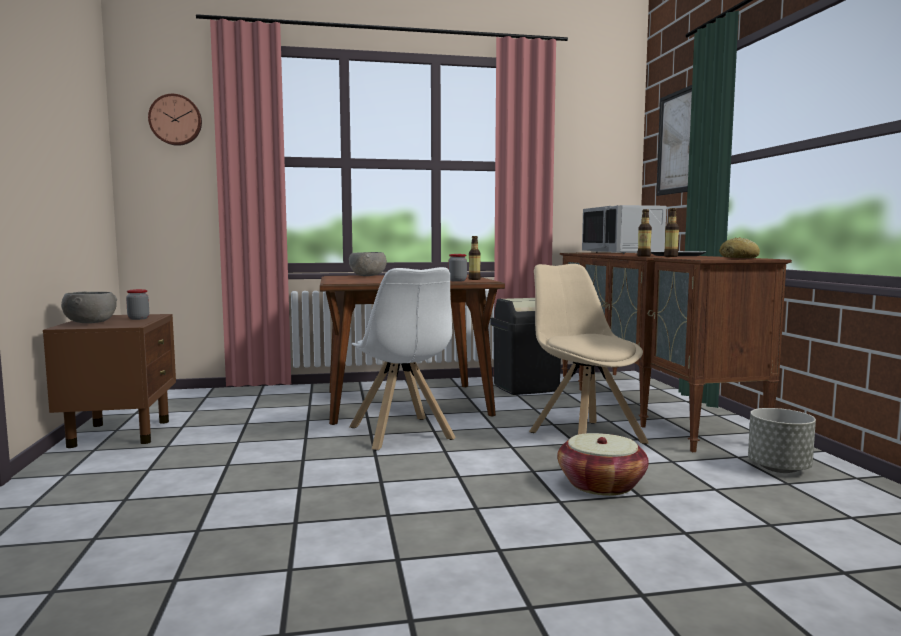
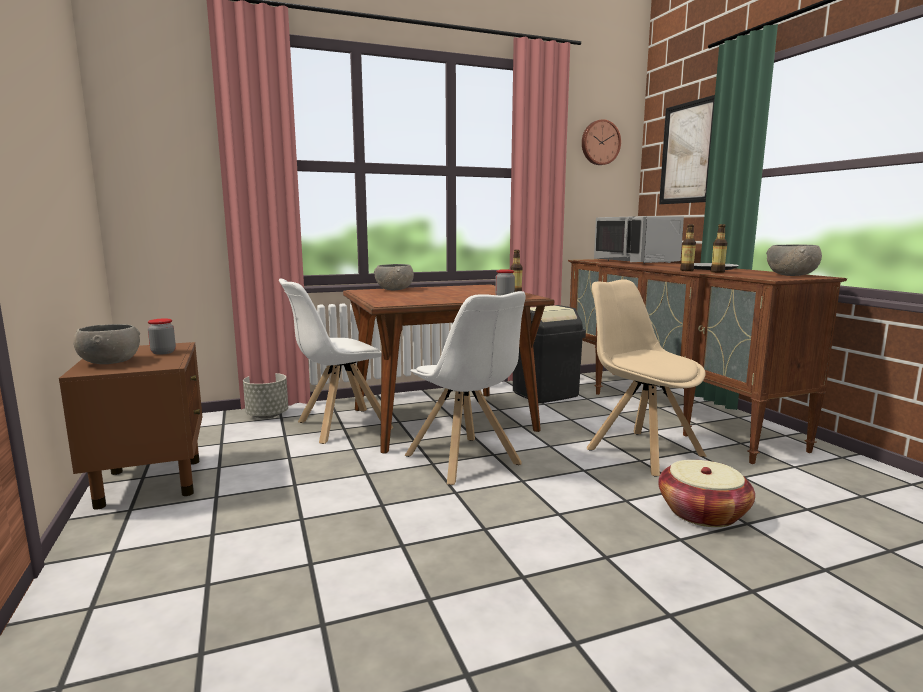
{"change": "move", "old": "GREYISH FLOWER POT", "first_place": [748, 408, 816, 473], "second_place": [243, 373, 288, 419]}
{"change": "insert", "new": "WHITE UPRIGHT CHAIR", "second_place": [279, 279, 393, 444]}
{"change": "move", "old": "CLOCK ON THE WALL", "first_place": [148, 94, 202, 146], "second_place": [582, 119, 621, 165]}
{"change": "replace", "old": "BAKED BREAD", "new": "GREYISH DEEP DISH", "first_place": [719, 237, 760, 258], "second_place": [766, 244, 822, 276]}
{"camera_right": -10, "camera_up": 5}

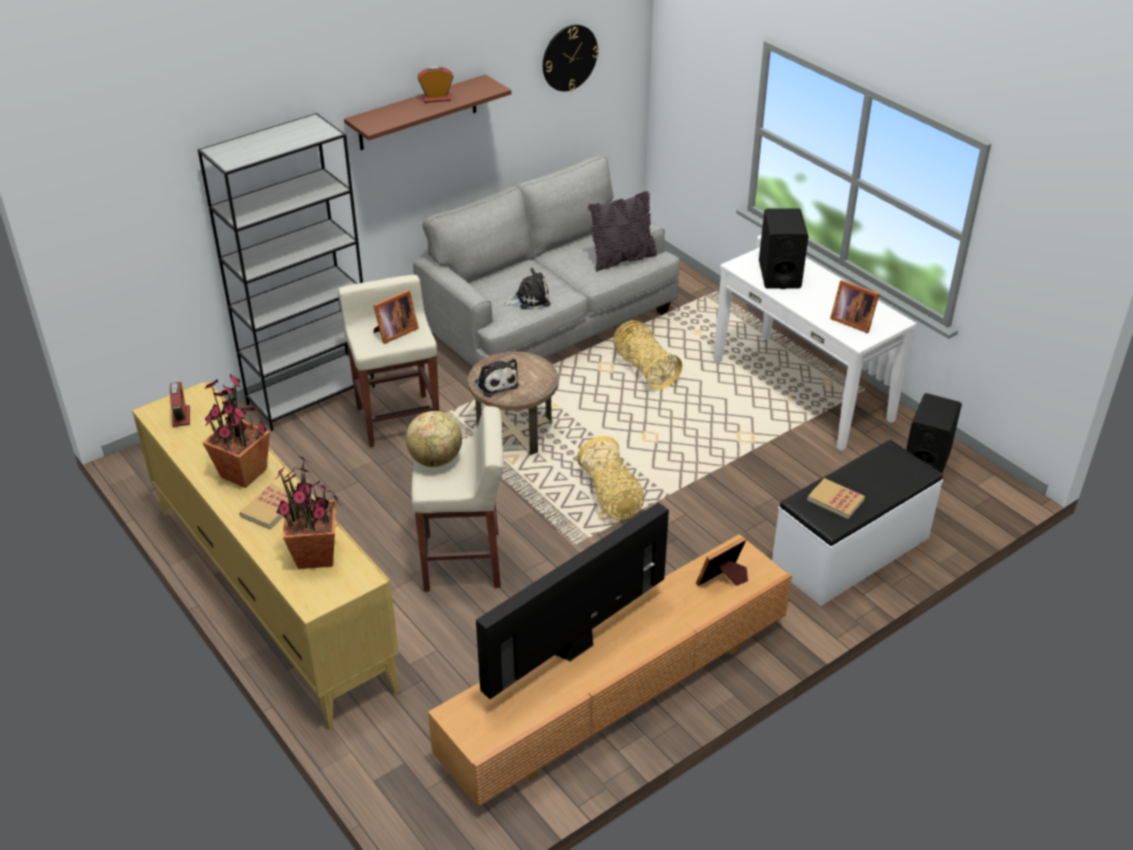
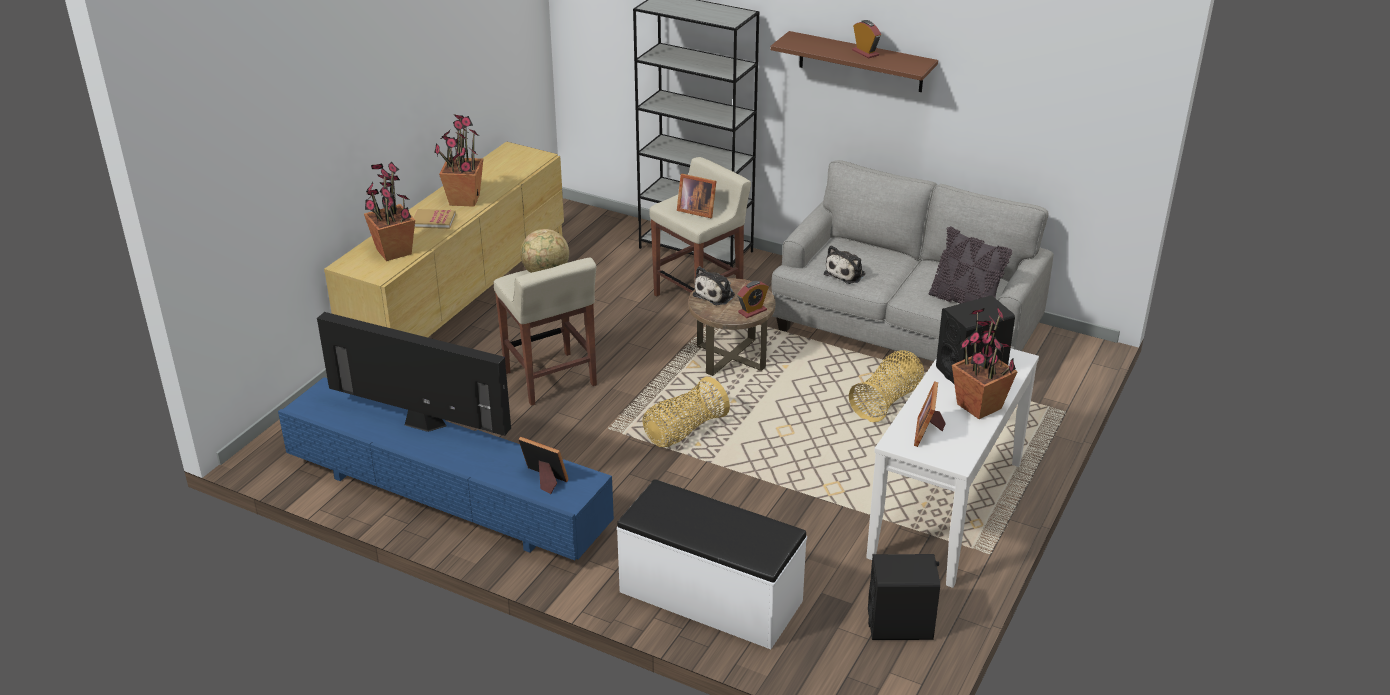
{"change": "recolor", "old": "BROWN-COLOURED TV UNIT", "new": "BLUE TV UNIT", "first_place": [428, 534, 792, 806], "second_place": [278, 377, 614, 560]}
{"change": "move", "old": "TABLE CLOCK", "first_place": [170, 382, 190, 427], "second_place": [737, 281, 769, 318]}
{"change": "rotate", "old": "CUDDLY TOY", "first_place": [504, 268, 551, 309], "second_place": [824, 245, 865, 284], "degrees": 75}
{"change": "insert", "new": "HOUSEPLANT", "second_place": [952, 306, 1018, 419]}
{"change": "delete", "old": "CLOCK ON THE WALL", "first_place": [543, 25, 599, 91]}
{"change": "delete", "old": "BOOK", "first_place": [807, 478, 865, 519]}
{"camera_right": 65, "camera_up": -5}

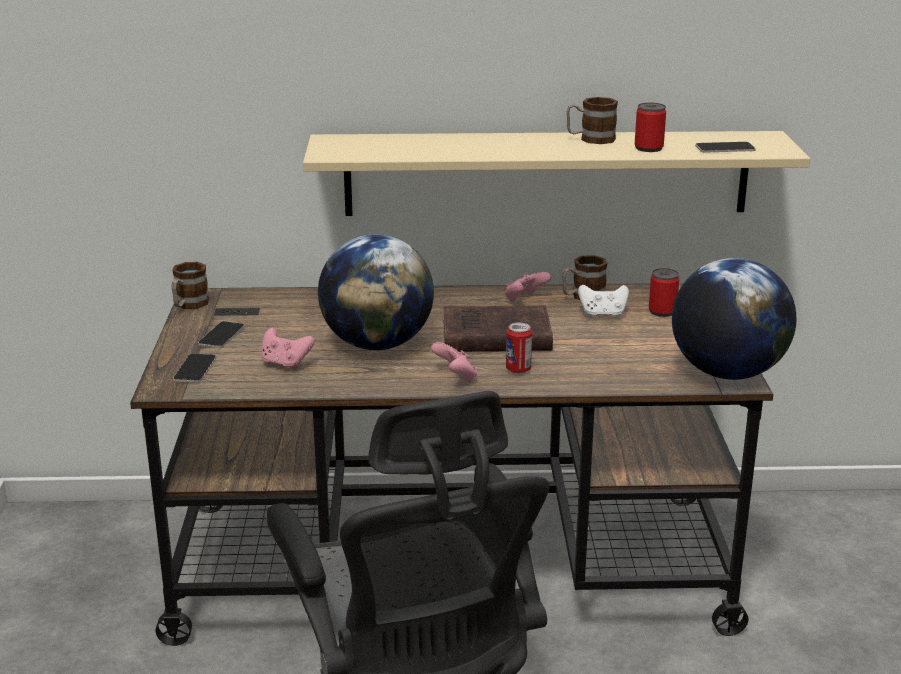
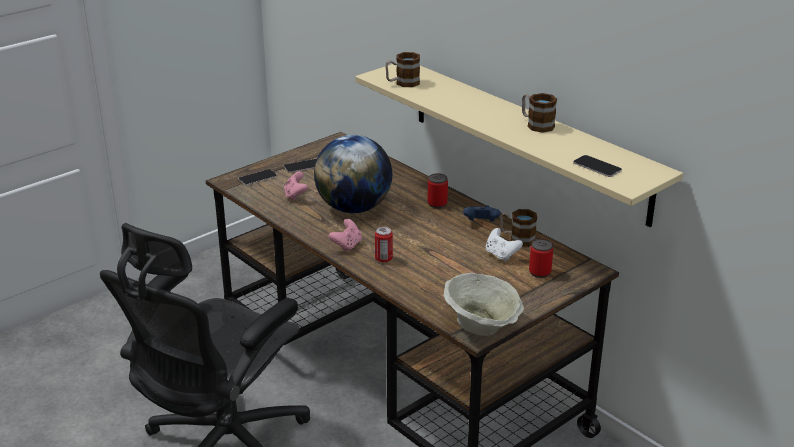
{"change": "move", "old": "TEA MUG", "first_place": [171, 262, 209, 309], "second_place": [385, 52, 420, 87]}
{"change": "move", "old": "METAL CAN", "first_place": [635, 103, 666, 152], "second_place": [428, 173, 448, 208]}
{"change": "replace", "old": "DESK GLOBE", "new": "BEIGE-COLOURED DEEP DISH", "first_place": [672, 258, 796, 380], "second_place": [444, 273, 524, 336]}
{"change": "recolor", "old": "PINKISH JOYPAD", "new": "BLUE JOYPAD", "first_place": [505, 272, 551, 302], "second_place": [463, 205, 501, 222]}
{"change": "delete", "old": "BROWN-COLOURED BOOK", "first_place": [444, 306, 553, 352]}
{"camera_right": 50, "camera_up": 5}

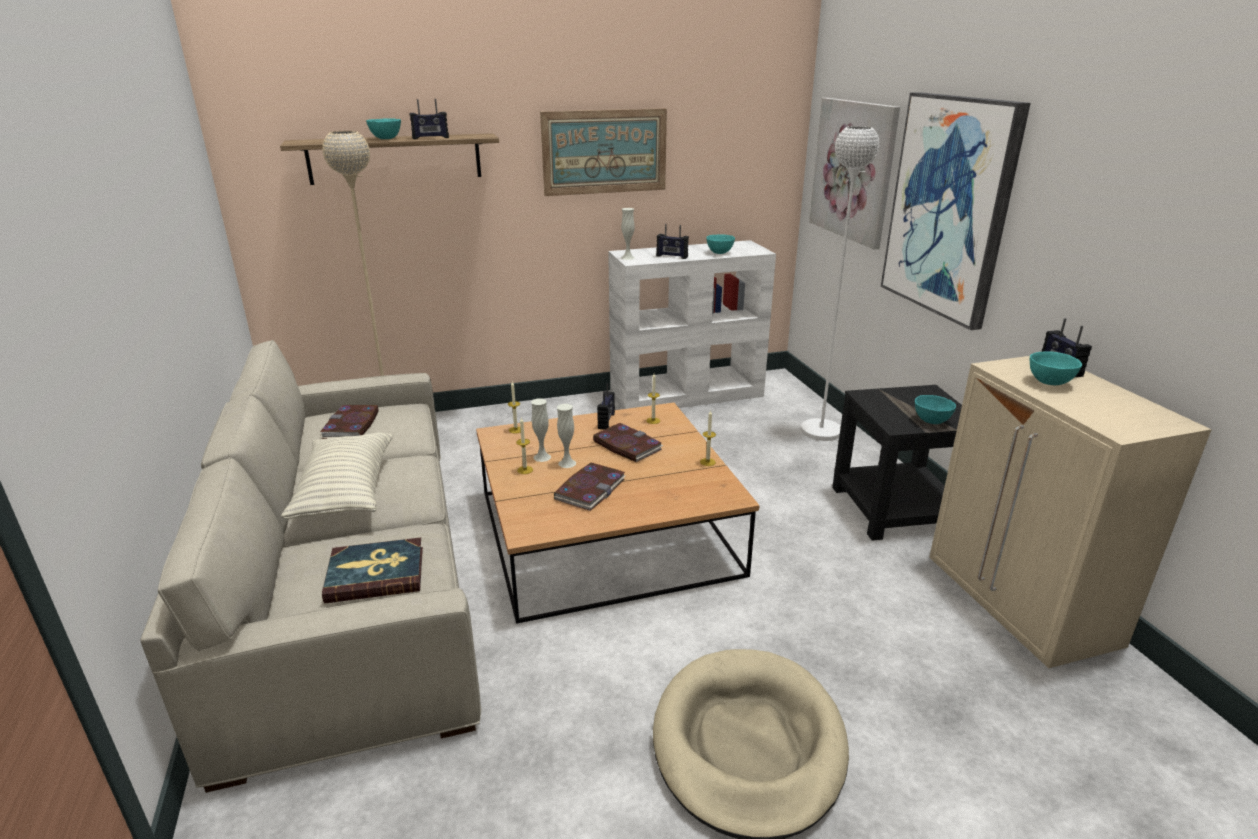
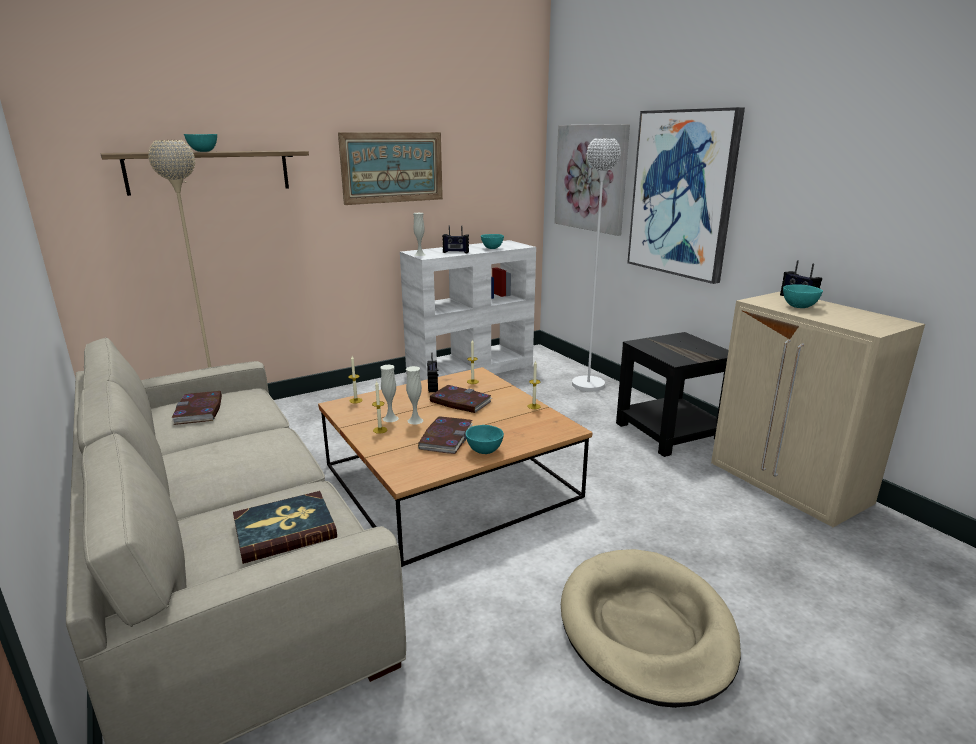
{"change": "move", "old": "BLUE-GREEN DEEP DISH", "first_place": [915, 395, 956, 424], "second_place": [466, 425, 504, 454]}
{"change": "delete", "old": "CUSHION", "first_place": [281, 433, 392, 519]}
{"change": "delete", "old": "RADIO", "first_place": [410, 99, 449, 139]}
{"camera_right": -15, "camera_up": -5}

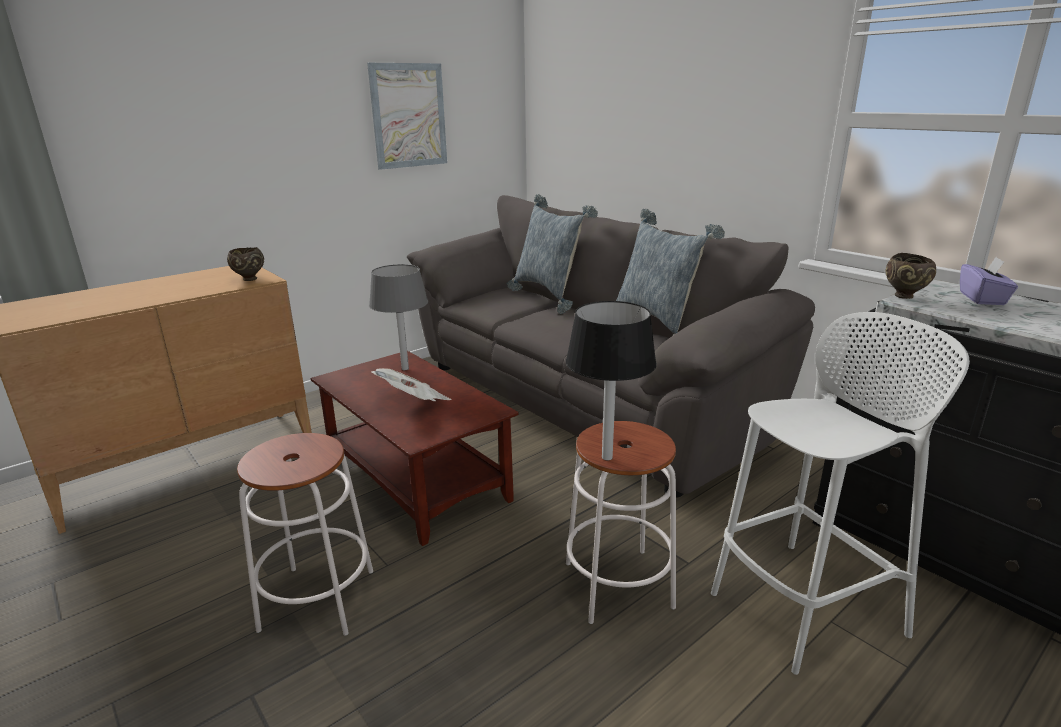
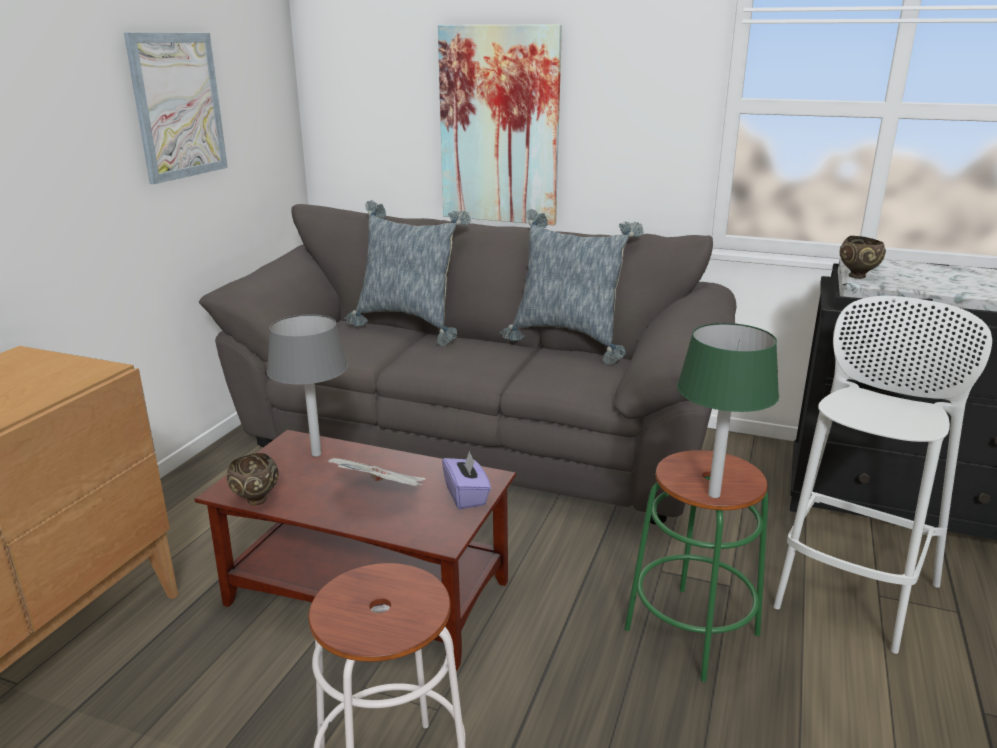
{"change": "move", "old": "BROWN-COLOURED DEEP DISH", "first_place": [227, 247, 264, 281], "second_place": [227, 453, 278, 505]}
{"change": "insert", "new": "PICTURE", "second_place": [438, 24, 562, 225]}
{"change": "move", "old": "PURPLISH BOX OF TISSUES", "first_place": [960, 257, 1018, 305], "second_place": [442, 450, 491, 509]}
{"change": "recolor", "old": "WHITE STOOL SEAT", "new": "GREEN STOOL SEAT", "first_place": [566, 421, 676, 624], "second_place": [625, 450, 768, 682]}
{"change": "recolor", "old": "BLACK LAMP FOR A TABLE", "new": "GREEN LAMP FOR A TABLE", "first_place": [566, 301, 657, 460], "second_place": [677, 323, 779, 498]}
{"camera_right": -30, "camera_up": 0}

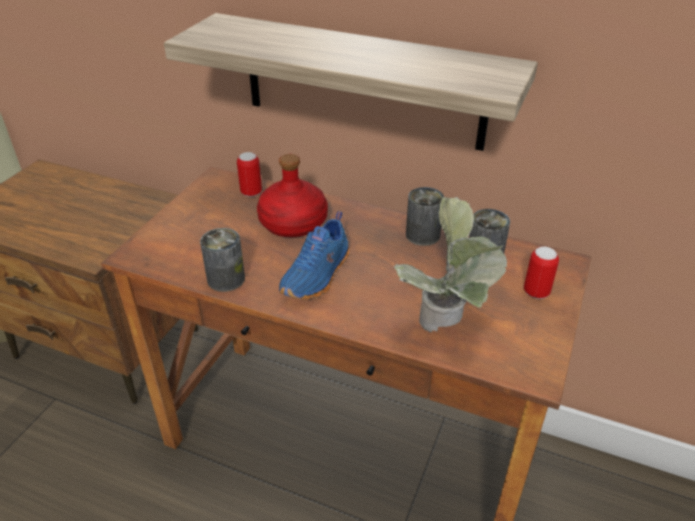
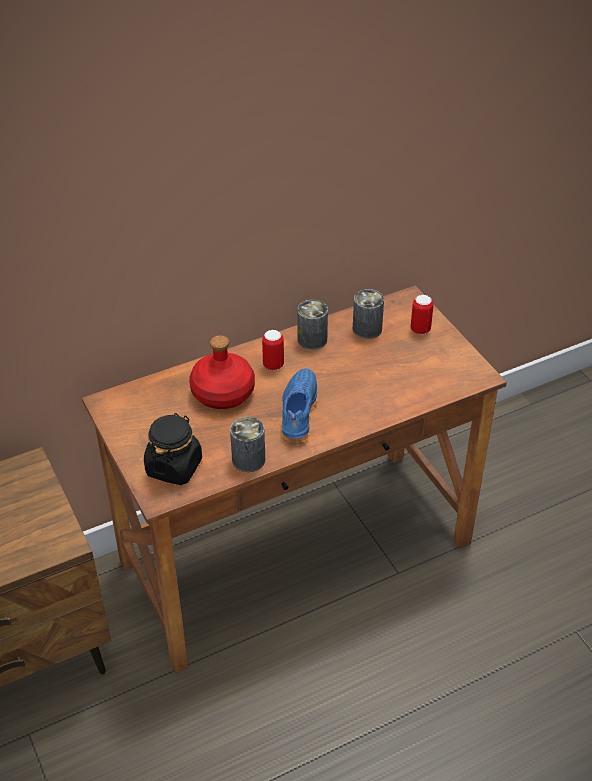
{"change": "insert", "new": "BLACK JAR", "second_place": [144, 413, 202, 485]}
{"change": "move", "old": "METAL CAN", "first_place": [237, 152, 262, 197], "second_place": [262, 330, 284, 370]}
{"change": "rotate", "old": "BLUE ITEM OF FOOTWEAR", "first_place": [279, 211, 349, 300], "second_place": [282, 368, 318, 444], "degrees": -150}
{"change": "delete", "old": "SHELF", "first_place": [164, 13, 538, 151]}
{"change": "delete", "old": "HOUSEPLANT", "first_place": [394, 197, 507, 332]}
{"camera_right": -50, "camera_up": 5}

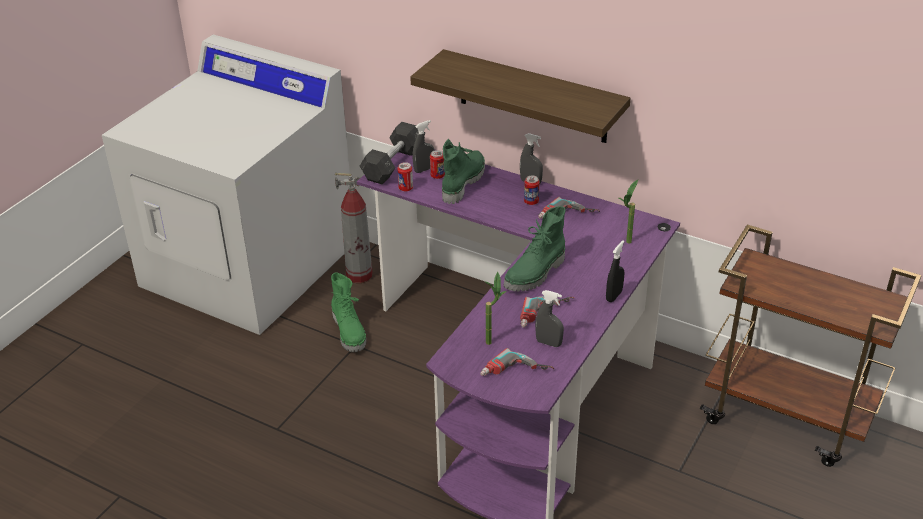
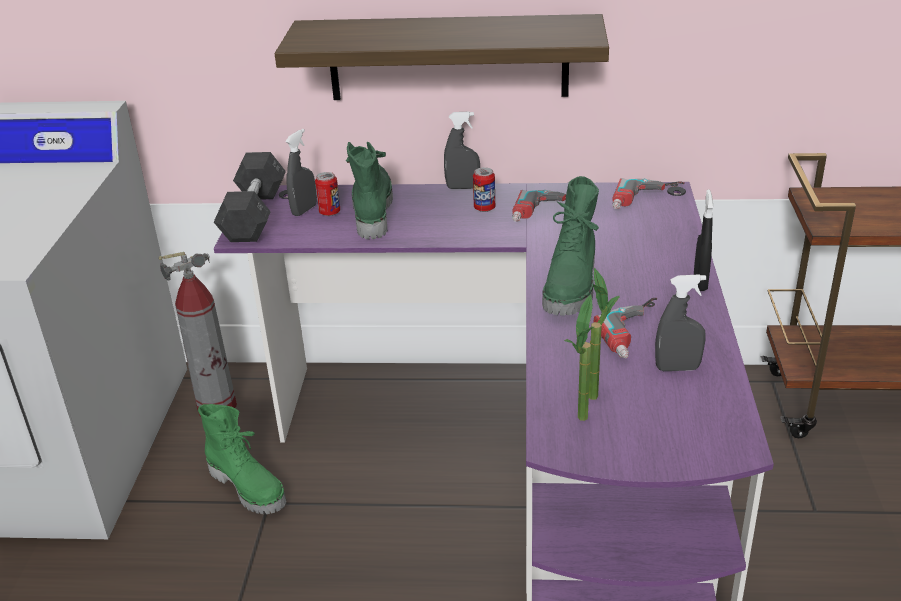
{"change": "move", "old": "HOUSEPLANT", "first_place": [619, 180, 638, 244], "second_place": [564, 294, 593, 421]}
{"change": "move", "old": "DRILL", "first_place": [480, 348, 554, 376], "second_place": [612, 178, 684, 209]}
{"change": "delete", "old": "METAL CAN", "first_place": [397, 162, 413, 191]}
{"camera_right": -25, "camera_up": -5}

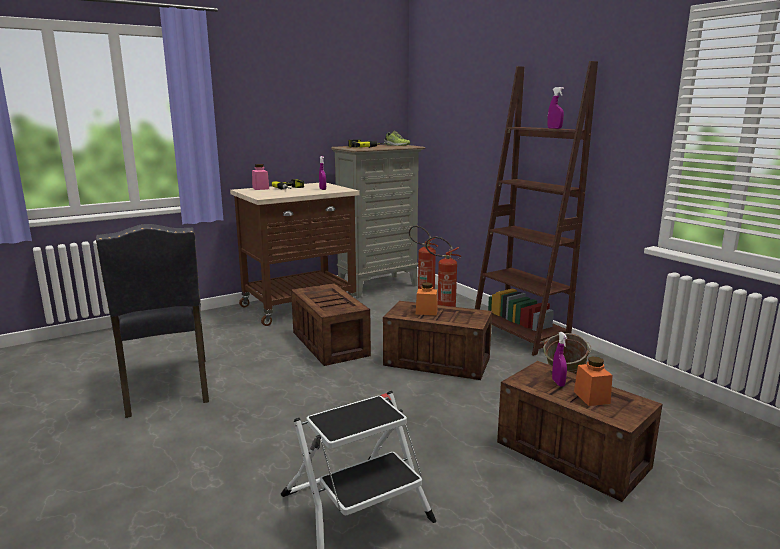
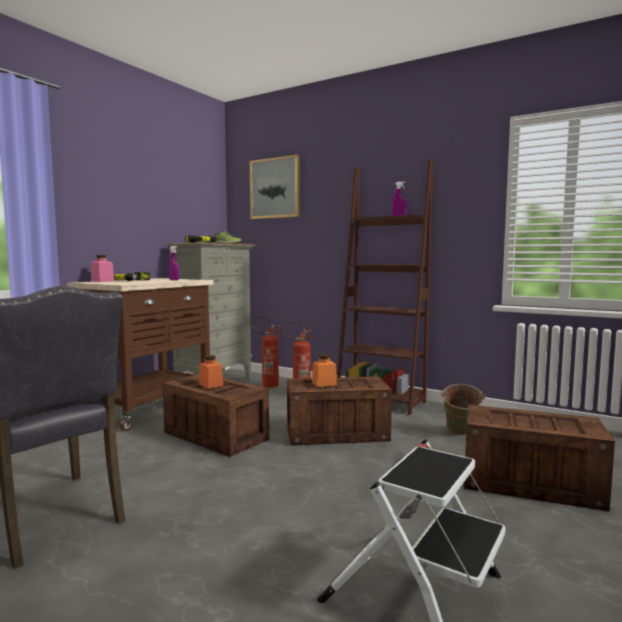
{"change": "move", "old": "ORANGE-COLOURED JAR", "first_place": [574, 357, 612, 406], "second_place": [199, 355, 223, 389]}
{"change": "insert", "new": "PICTURE", "second_place": [250, 155, 300, 219]}
{"change": "delete", "old": "PURPLISH SPRAYER", "first_place": [552, 332, 568, 387]}
{"camera_right": -25, "camera_up": -10}

